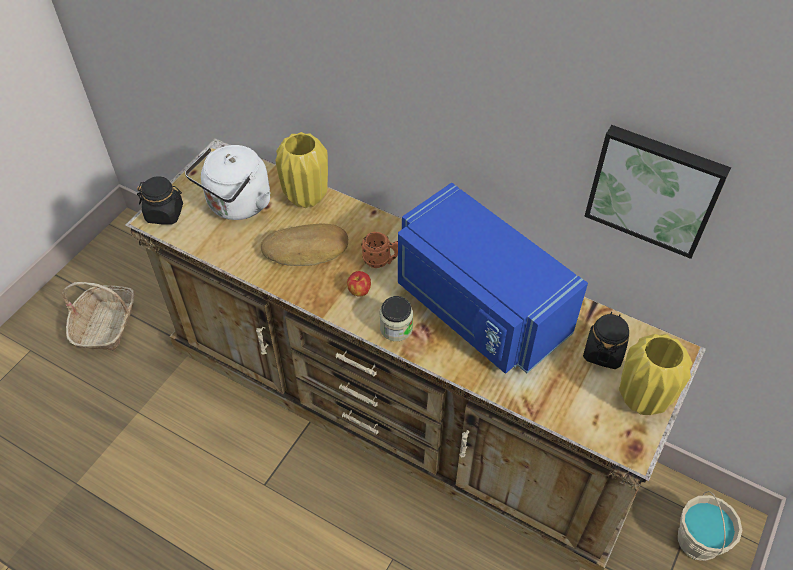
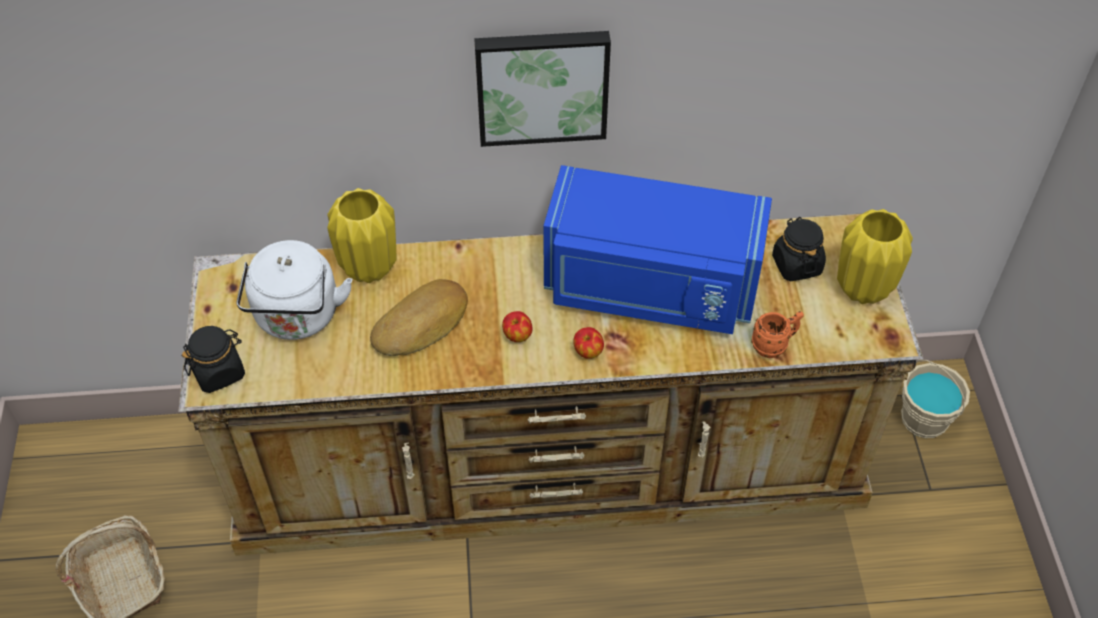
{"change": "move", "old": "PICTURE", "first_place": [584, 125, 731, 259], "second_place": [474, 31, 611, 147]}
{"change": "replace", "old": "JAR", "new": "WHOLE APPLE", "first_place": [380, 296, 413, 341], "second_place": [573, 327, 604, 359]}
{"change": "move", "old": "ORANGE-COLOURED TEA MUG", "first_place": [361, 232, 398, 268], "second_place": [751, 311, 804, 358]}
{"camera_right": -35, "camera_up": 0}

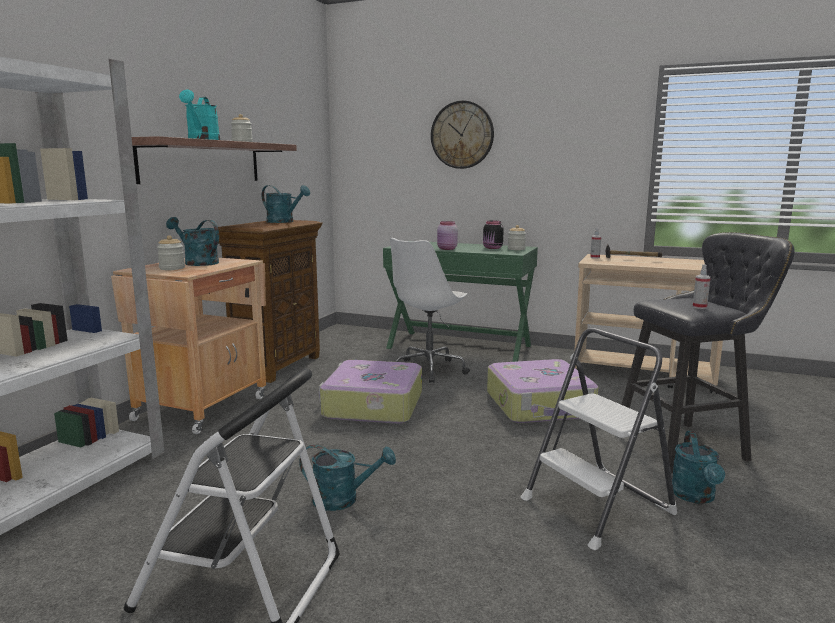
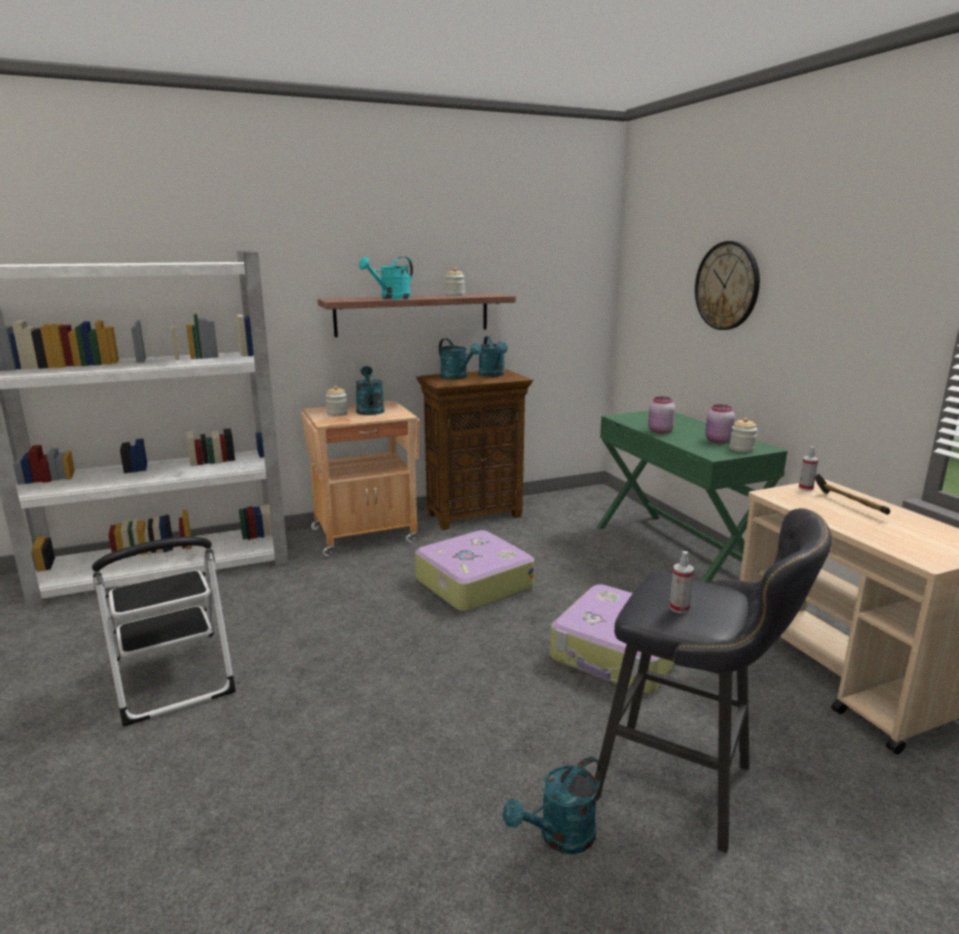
{"change": "move", "old": "BLUE-GREEN SPRINKLING CAN", "first_place": [299, 445, 396, 511], "second_place": [439, 338, 481, 380]}
{"change": "recolor", "old": "BLACK JAR", "new": "PINKISH JAR", "first_place": [483, 221, 504, 249], "second_place": [705, 405, 735, 443]}
{"change": "delete", "old": "WHITE OFFICE CHAIR", "first_place": [390, 238, 470, 383]}
{"change": "delete", "old": "WHITE STEP LADDER", "first_place": [521, 328, 677, 550]}
{"camera_right": 45, "camera_up": 5}

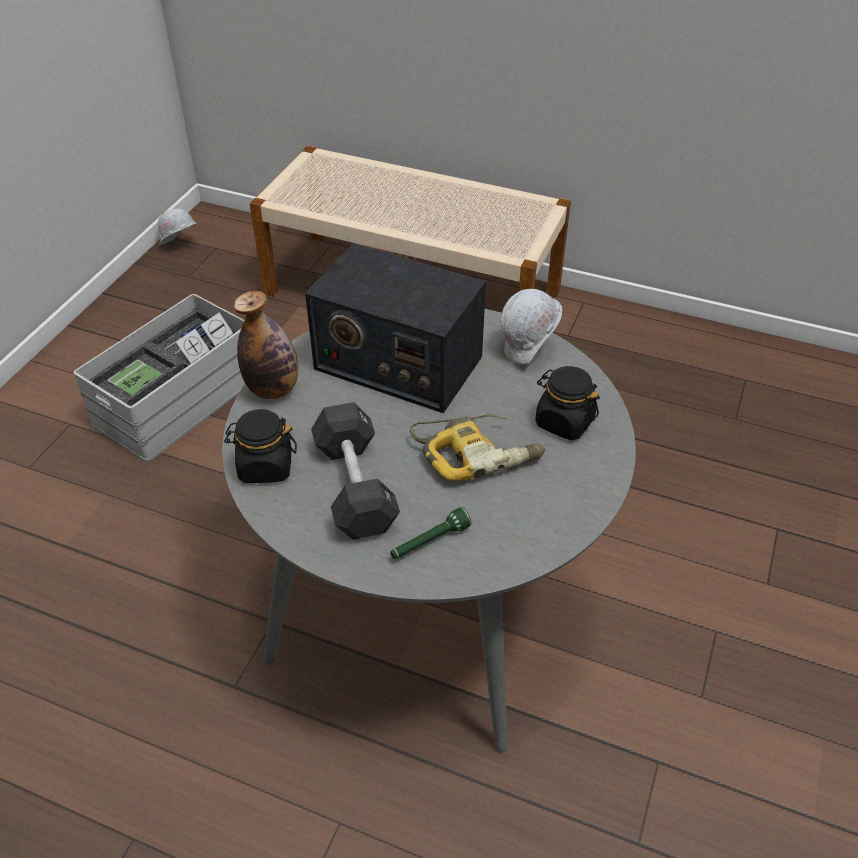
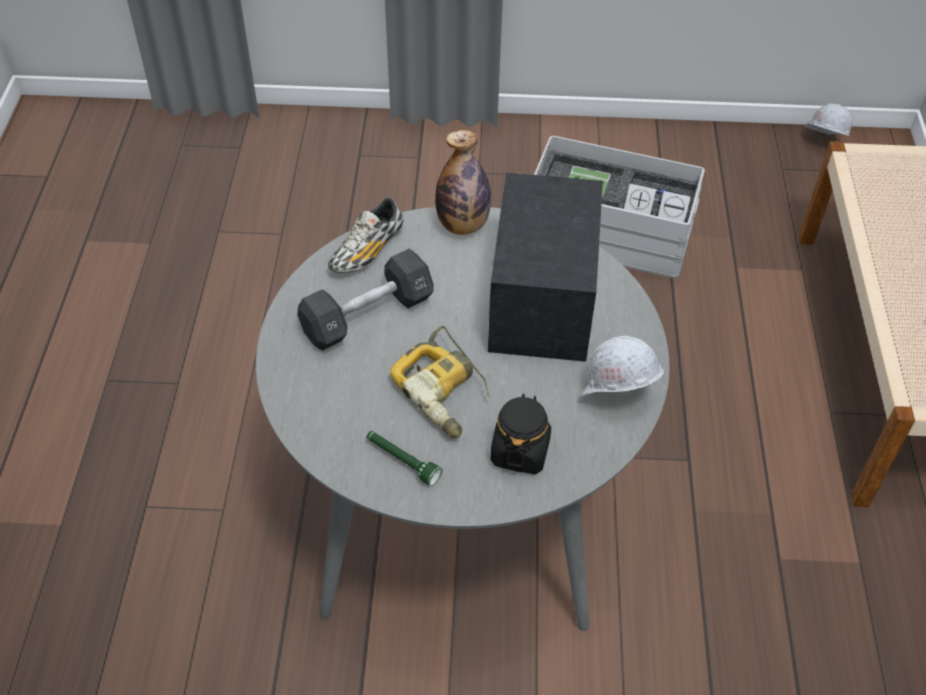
{"change": "replace", "old": "BLACK JAR", "new": "ITEM OF FOOTWEAR", "first_place": [224, 409, 297, 483], "second_place": [328, 198, 404, 273]}
{"change": "move", "old": "GREEN FLASHLIGHT", "first_place": [390, 507, 471, 559], "second_place": [367, 431, 442, 486]}
{"camera_right": 70, "camera_up": 5}

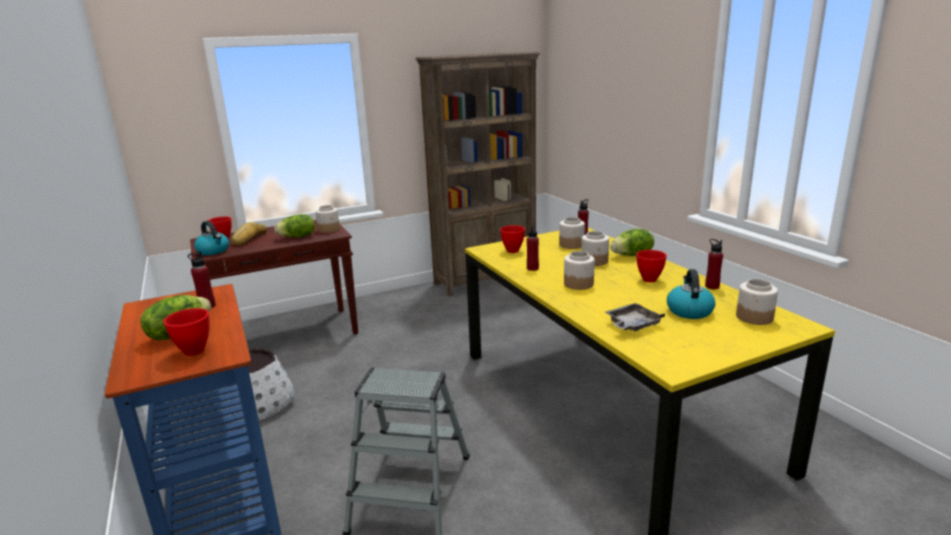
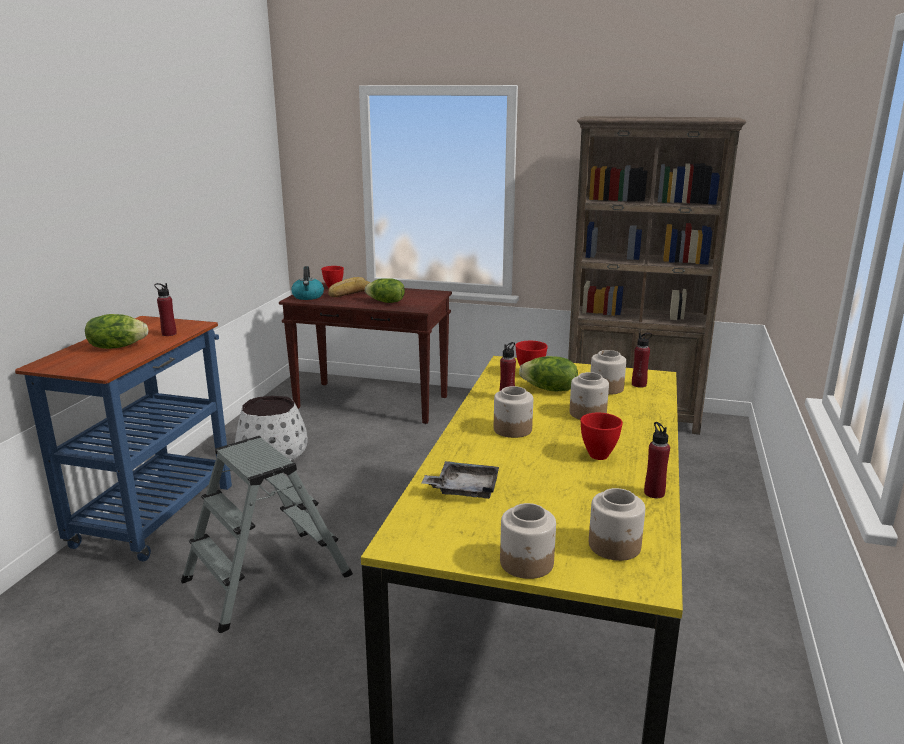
{"change": "move", "old": "JAR", "first_place": [315, 205, 340, 233], "second_place": [500, 503, 556, 579]}
{"change": "move", "old": "LETTUCE HEAD", "first_place": [610, 229, 654, 256], "second_place": [519, 356, 578, 392]}
{"change": "delete", "old": "RED-COLOURED DEEP DISH", "first_place": [163, 308, 210, 356]}
{"change": "delete", "old": "KETTLE", "first_place": [667, 269, 715, 319]}
{"camera_right": 40, "camera_up": 0}

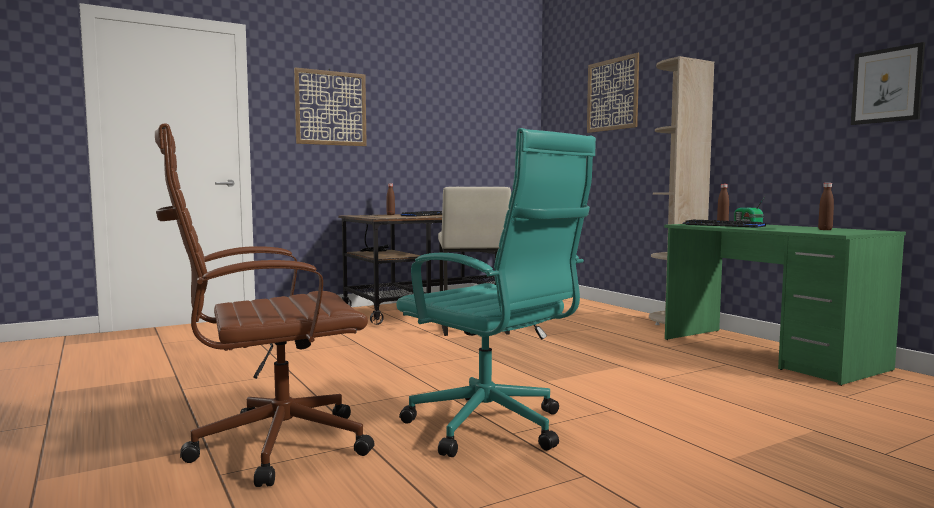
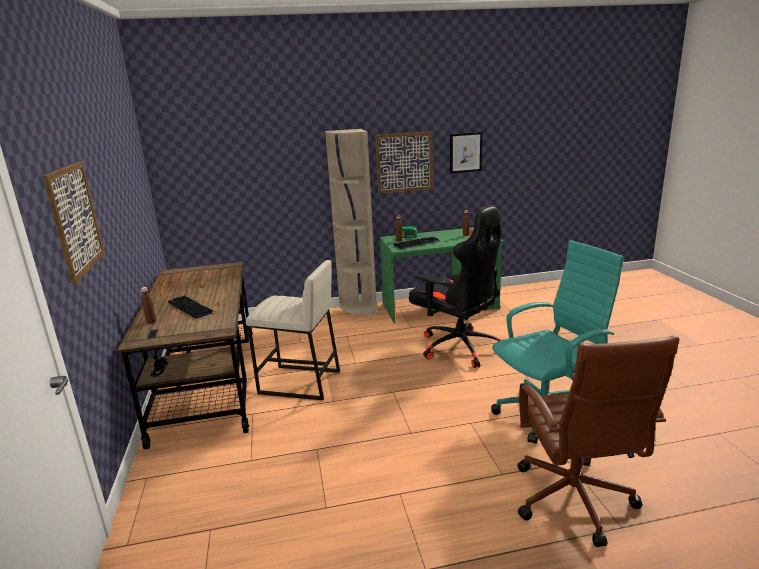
{"change": "move", "old": "PICTURE", "first_place": [587, 53, 639, 133], "second_place": [375, 131, 433, 194]}
{"change": "insert", "new": "BLACK OFFICE CHAIR", "second_place": [409, 205, 501, 368]}
{"camera_right": -70, "camera_up": 15}

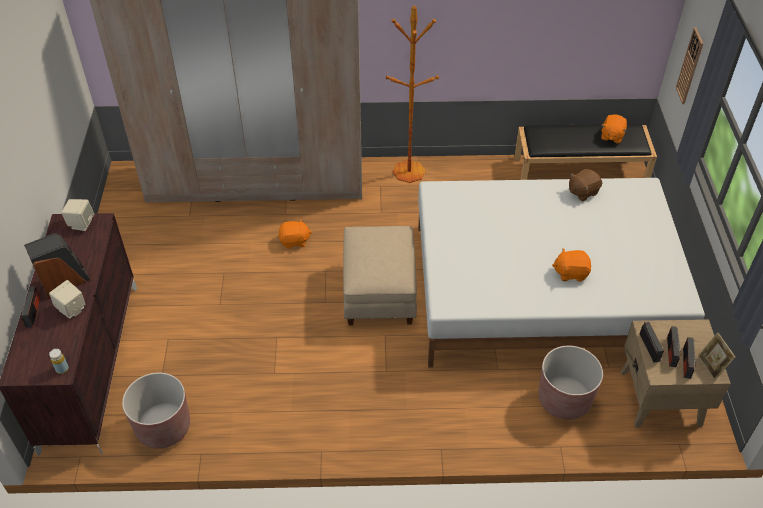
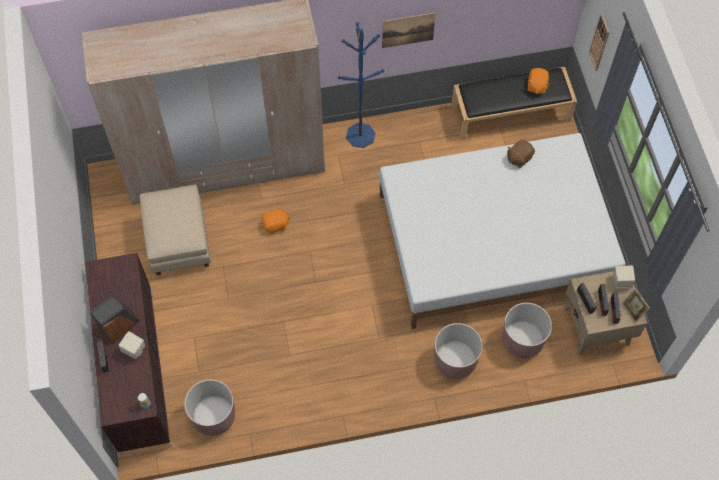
{"change": "move", "old": "BEIGE-COLOURED FOOTREST", "first_place": [343, 226, 417, 326], "second_place": [140, 185, 211, 275]}
{"change": "recolor", "old": "ORANGE-COLOURED CLOTHES RACK", "new": "BLUE CLOTHES RACK", "first_place": [386, 5, 439, 183], "second_place": [338, 23, 384, 148]}
{"change": "insert", "new": "PICTURE", "second_place": [382, 13, 436, 48]}
{"change": "insert", "new": "BROWN-COLOURED FLOWER POT", "second_place": [434, 323, 483, 379]}
{"change": "move", "old": "BEIGE-COLOURED LOUDSPEAKER", "first_place": [61, 199, 94, 231], "second_place": [614, 265, 635, 289]}
{"change": "delete", "old": "ORANGE-COLOURED CUDDLY TOY", "first_place": [552, 248, 591, 281]}
{"camera_right": -10, "camera_up": 15}

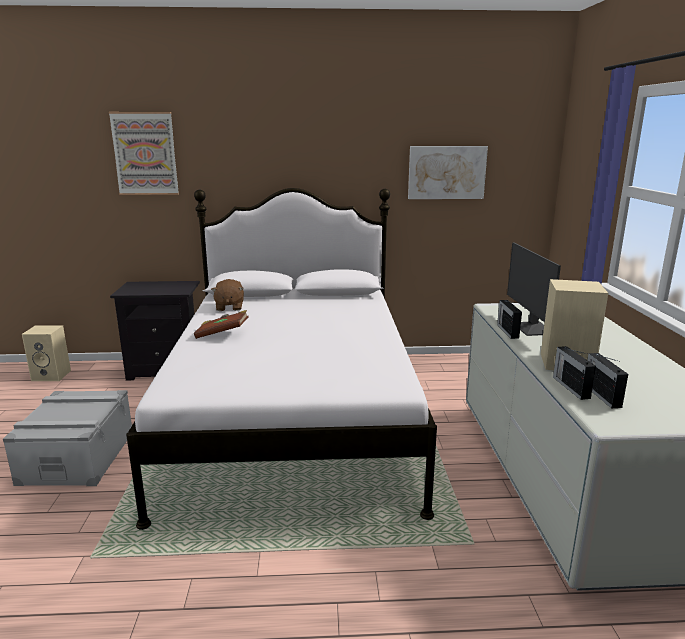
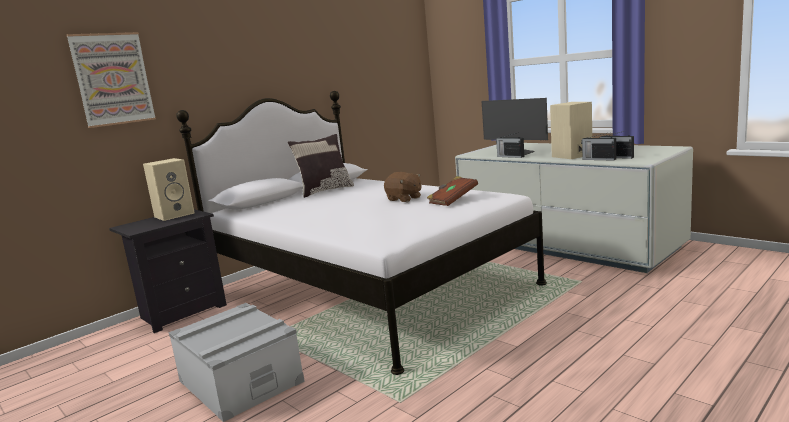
{"change": "move", "old": "BEIGE-COLOURED LOUDSPEAKER", "first_place": [22, 325, 71, 381], "second_place": [143, 158, 194, 221]}
{"change": "insert", "new": "CUSHION", "second_place": [288, 134, 354, 198]}
{"change": "move", "old": "BROWN-COLOURED CUDDLY TOY", "first_place": [211, 279, 244, 311], "second_place": [384, 172, 421, 202]}
{"change": "move", "old": "BROWN-COLOURED BOOK", "first_place": [194, 310, 249, 339], "second_place": [427, 176, 478, 206]}
{"change": "delete", "old": "PICTURE", "first_place": [408, 146, 488, 199]}
{"camera_right": -40, "camera_up": -5}

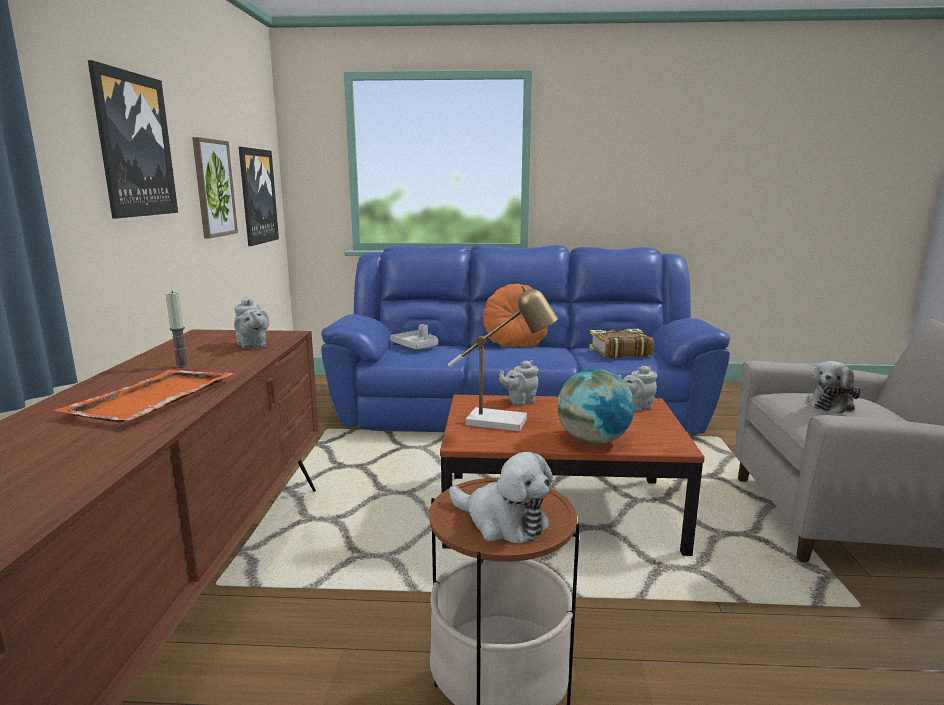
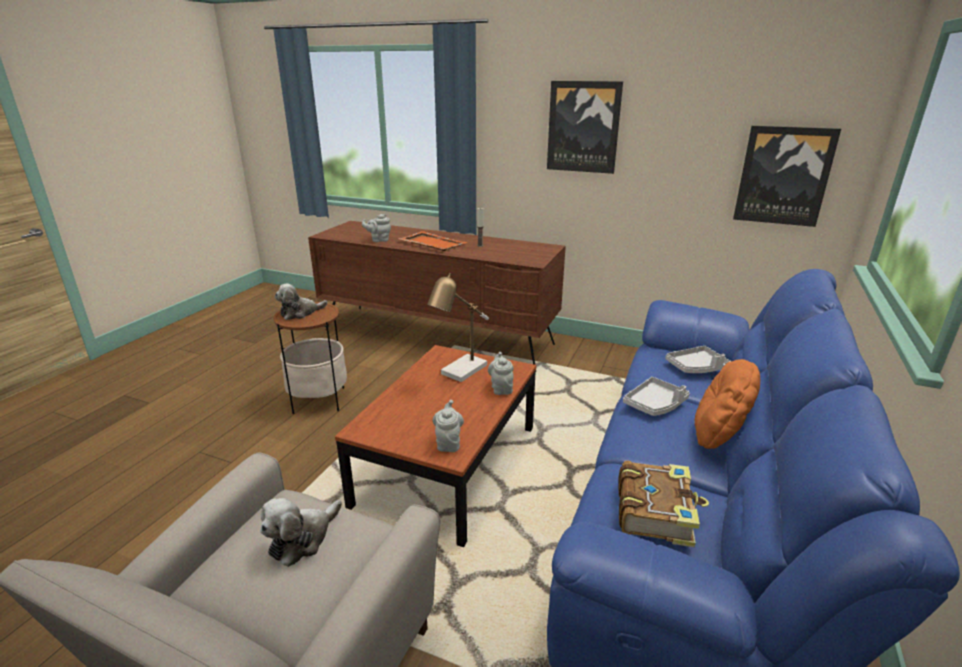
{"change": "rotate", "old": "CUDDLY TOY", "first_place": [806, 361, 861, 414], "second_place": [260, 498, 342, 567], "degrees": -120}
{"change": "move", "old": "GREYISH TEAPOT", "first_place": [234, 296, 270, 348], "second_place": [362, 214, 391, 242]}
{"change": "insert", "new": "GREYISH TRAY", "second_place": [623, 377, 690, 416]}
{"change": "delete", "old": "PICTURE", "first_place": [192, 137, 238, 239]}
{"change": "delete", "old": "DESK GLOBE", "first_place": [557, 368, 634, 444]}
{"camera_right": 110, "camera_up": 10}

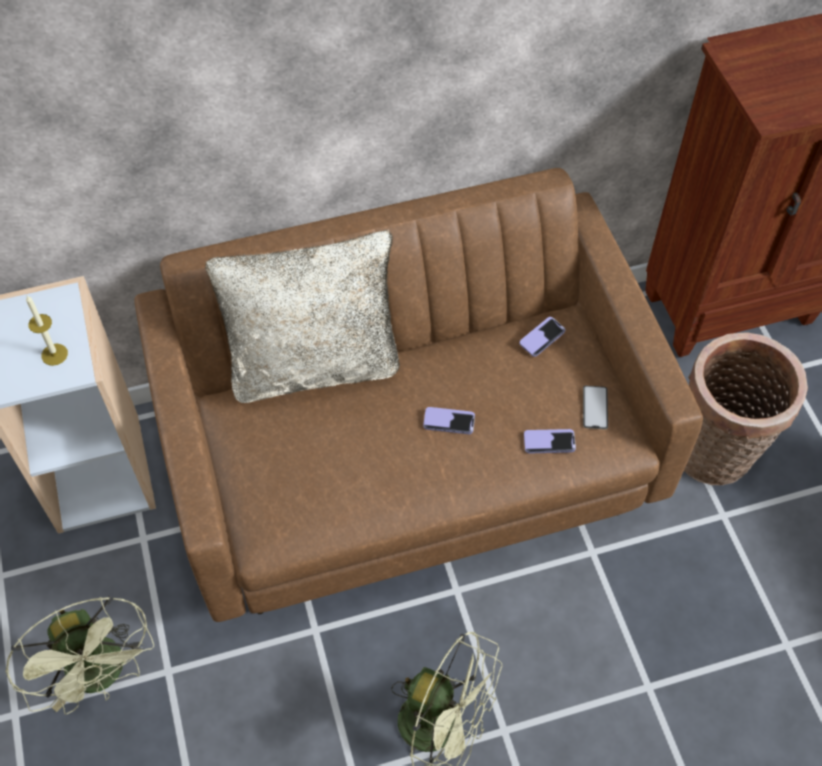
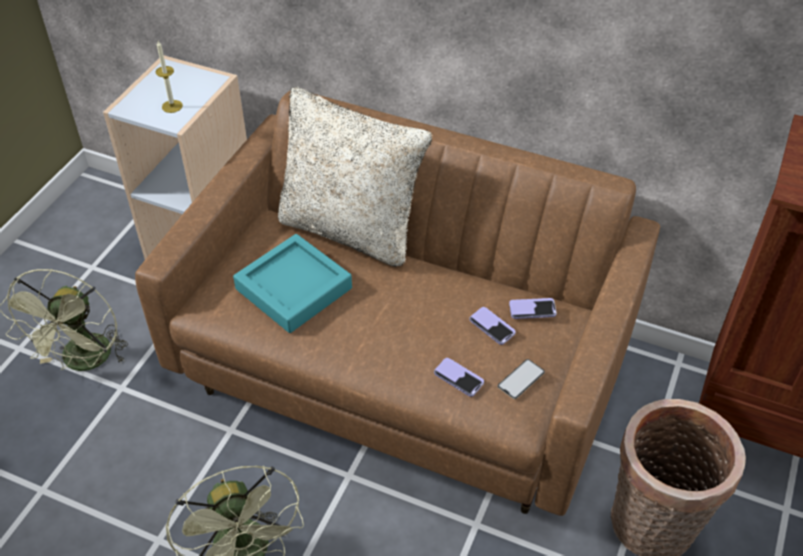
{"change": "insert", "new": "BLUE-GREEN TRAY", "second_place": [233, 234, 352, 333]}
{"change": "move", "old": "PHONE", "first_place": [423, 407, 475, 434], "second_place": [470, 307, 516, 345]}
{"camera_right": 40, "camera_up": -10}

